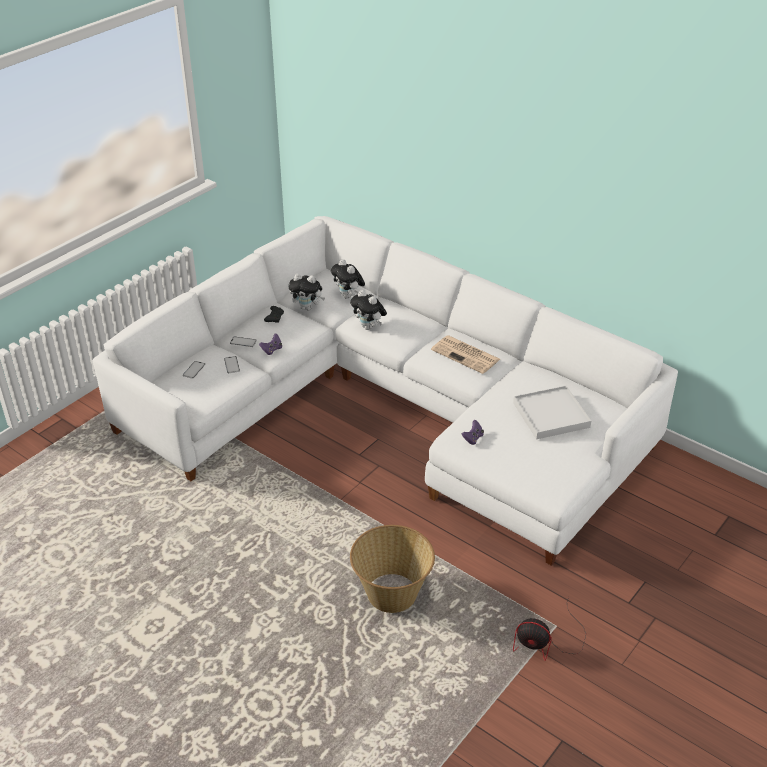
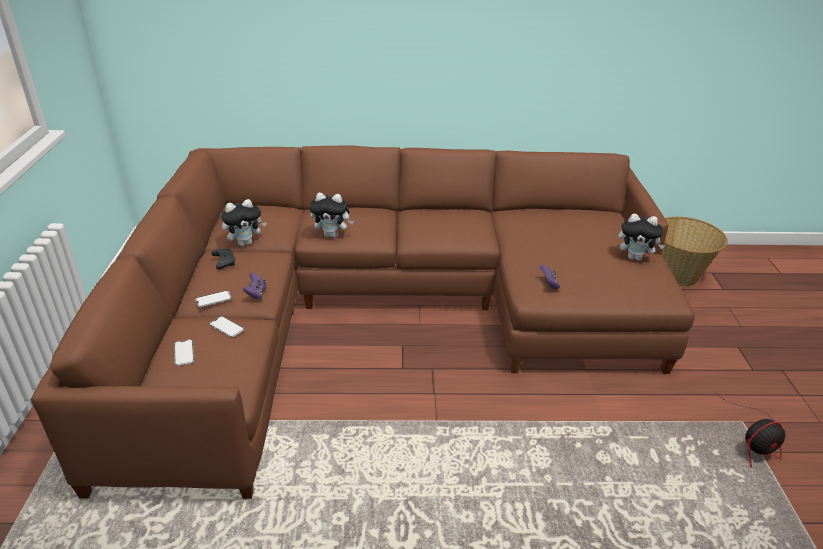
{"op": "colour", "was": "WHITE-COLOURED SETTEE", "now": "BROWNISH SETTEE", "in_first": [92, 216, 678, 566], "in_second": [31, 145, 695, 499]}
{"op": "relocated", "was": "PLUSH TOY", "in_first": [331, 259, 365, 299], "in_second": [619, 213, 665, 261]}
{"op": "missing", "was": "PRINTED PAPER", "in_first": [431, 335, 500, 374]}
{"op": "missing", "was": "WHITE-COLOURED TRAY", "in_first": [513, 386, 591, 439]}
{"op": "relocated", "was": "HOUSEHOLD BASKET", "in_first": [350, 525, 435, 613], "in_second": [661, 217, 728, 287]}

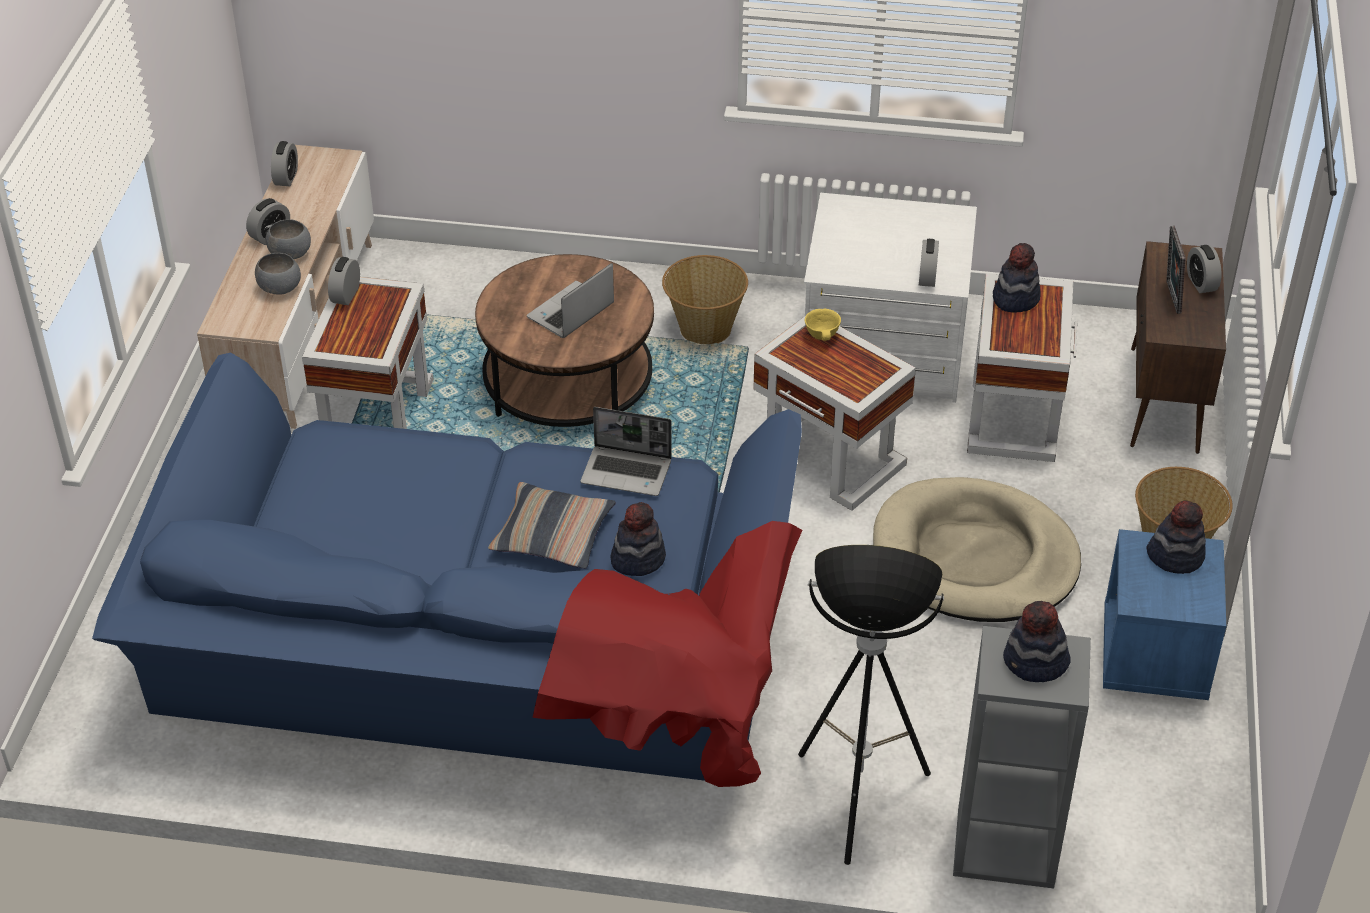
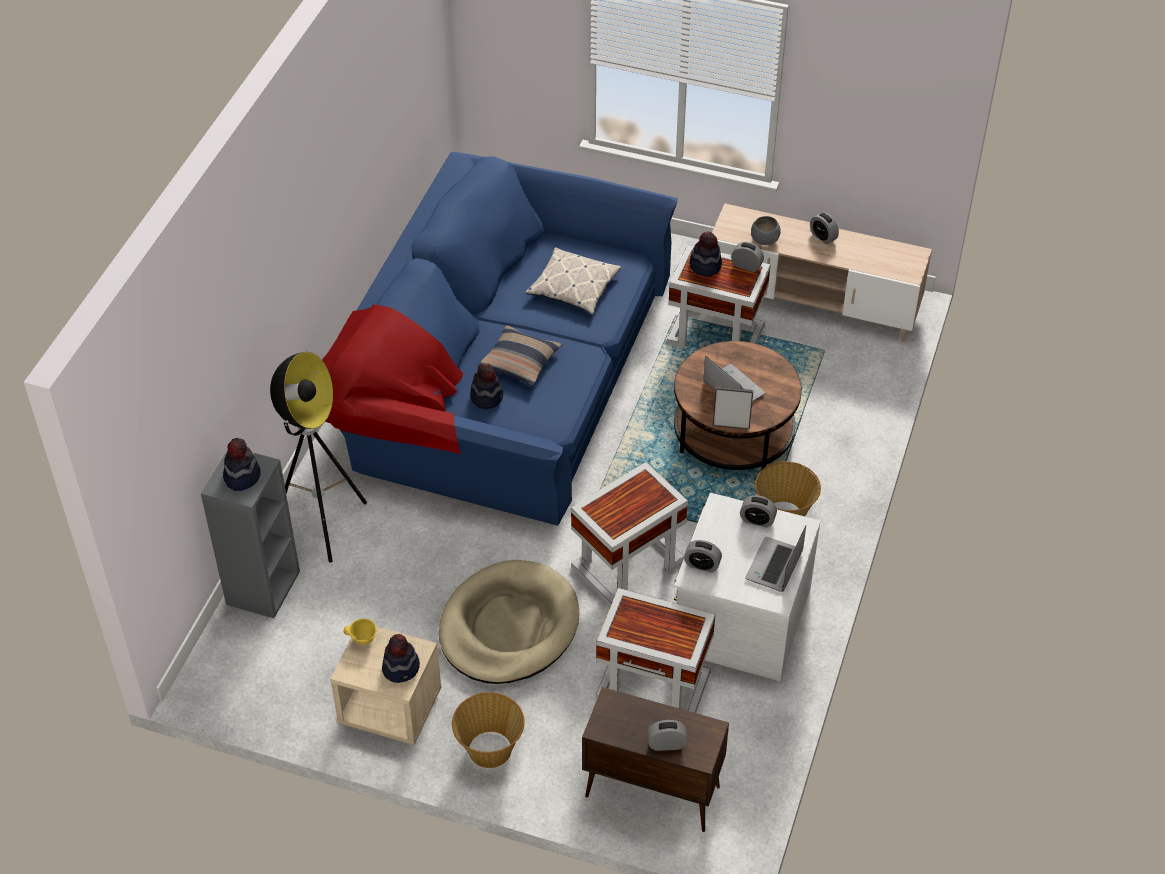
{"op": "relocated", "was": "TABLE CLOCK", "in_first": [271, 141, 298, 186], "in_second": [740, 495, 777, 528]}
{"op": "missing", "was": "GRAY BOWL", "in_first": [266, 219, 311, 259]}
{"op": "relocated", "was": "PICTURE FRAME", "in_first": [1166, 226, 1185, 314], "in_second": [713, 386, 753, 429]}
{"op": "relocated", "was": "CLOTHING HAT", "in_first": [993, 243, 1041, 313], "in_second": [690, 232, 722, 276]}
{"op": "relocated", "was": "YELLOW-COLOURED BOWL", "in_first": [805, 309, 841, 341], "in_second": [344, 618, 377, 645]}
{"op": "relocated", "was": "LAPTOP", "in_first": [580, 407, 672, 496], "in_second": [745, 525, 806, 592]}
{"op": "colour", "was": "BLUE-COLOURED NIGHT TABLE", "now": "BEIGE NIGHT TABLE", "in_first": [1103, 529, 1226, 700], "in_second": [330, 626, 441, 745]}
{"op": "appeared", "now": "PILLOW", "in_second": [525, 247, 622, 315]}

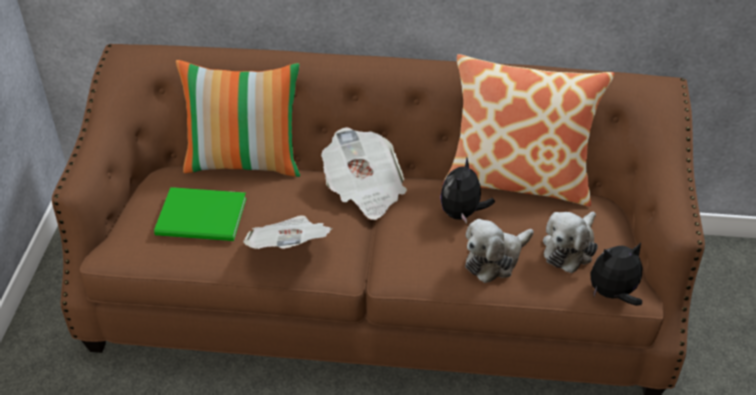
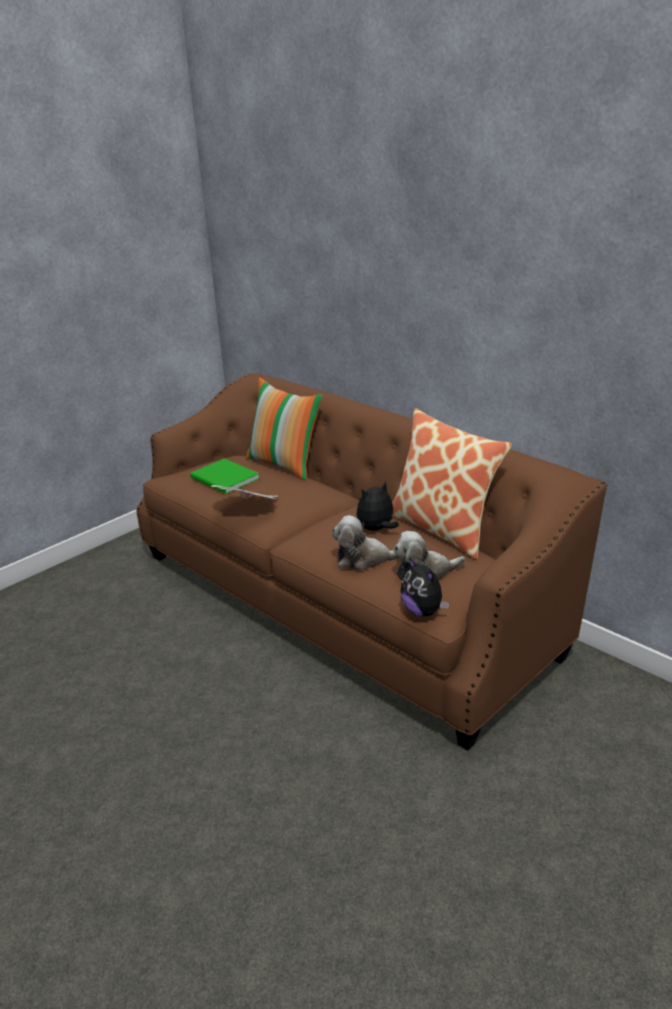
{"op": "missing", "was": "PRINTED PAPER", "in_first": [321, 127, 407, 220]}
{"op": "spun", "was": "PLUSH TOY", "in_first": [590, 243, 643, 306], "in_second": [400, 557, 450, 616], "clockwise": -150}

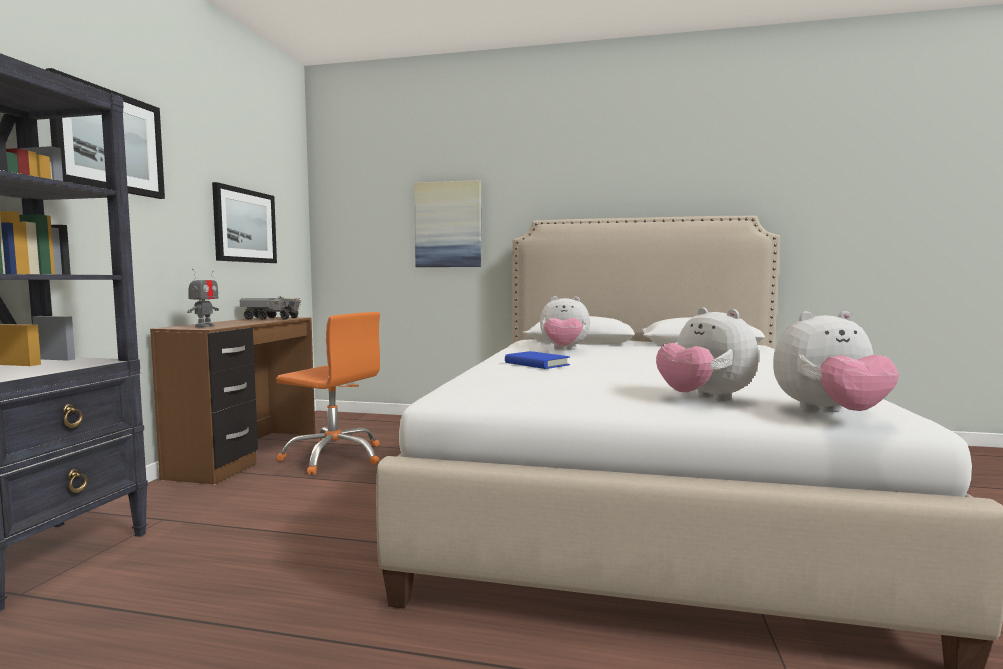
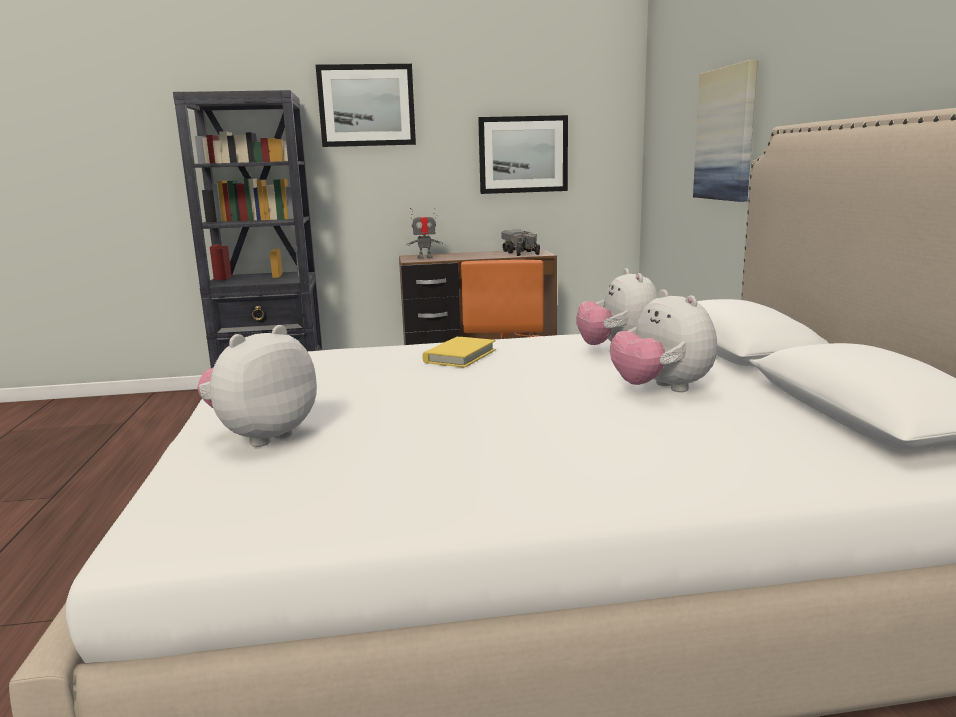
{"op": "relocated", "was": "PLUSH TOY", "in_first": [773, 311, 899, 413], "in_second": [610, 289, 717, 392]}
{"op": "colour", "was": "BLUE-COLOURED BOOK", "now": "YELLOW-COLOURED BOOK", "in_first": [505, 351, 570, 369], "in_second": [422, 337, 496, 368]}

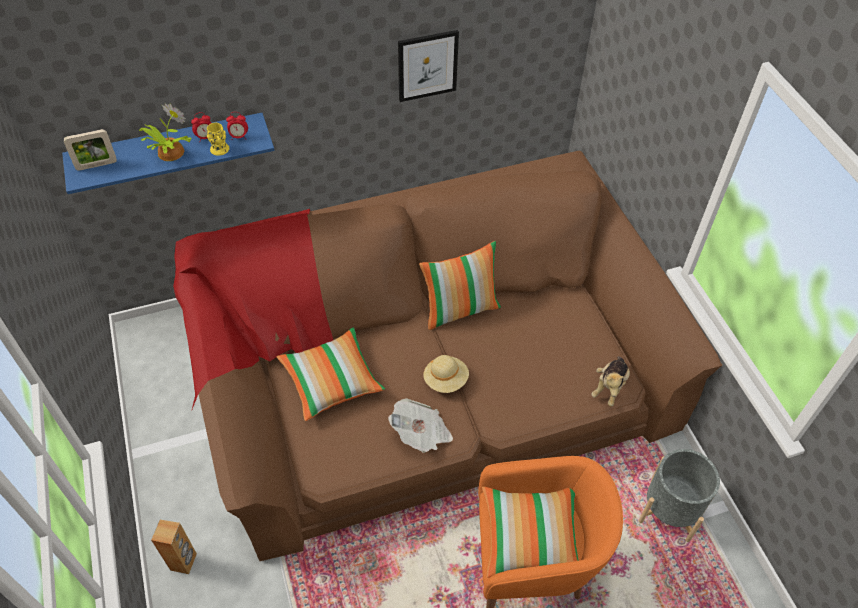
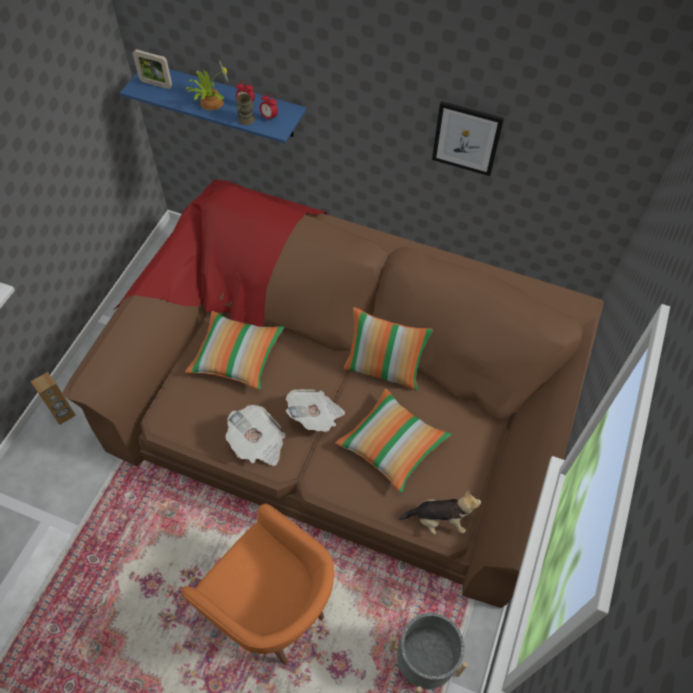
{"op": "colour", "was": "YELLOW-COLOURED MUG", "now": "BROWNISH MUG", "in_first": [207, 123, 229, 156], "in_second": [236, 94, 255, 125]}
{"op": "exchanged", "was": "BEIGE CLOTHING HAT", "now": "PRINTED PAPER", "in_first": [423, 355, 469, 393], "in_second": [286, 389, 345, 432]}
{"op": "spun", "was": "PLUSH TOY", "in_first": [591, 356, 630, 407], "in_second": [399, 490, 481, 534], "clockwise": -150}
{"op": "relocated", "was": "PILLOW", "in_first": [482, 487, 578, 578], "in_second": [335, 388, 451, 493]}

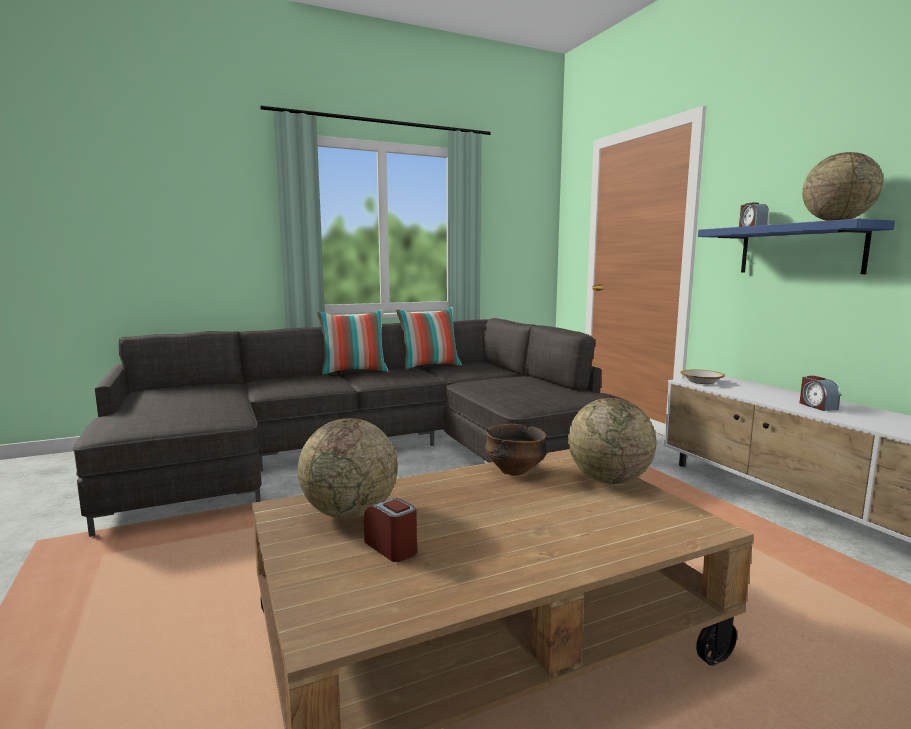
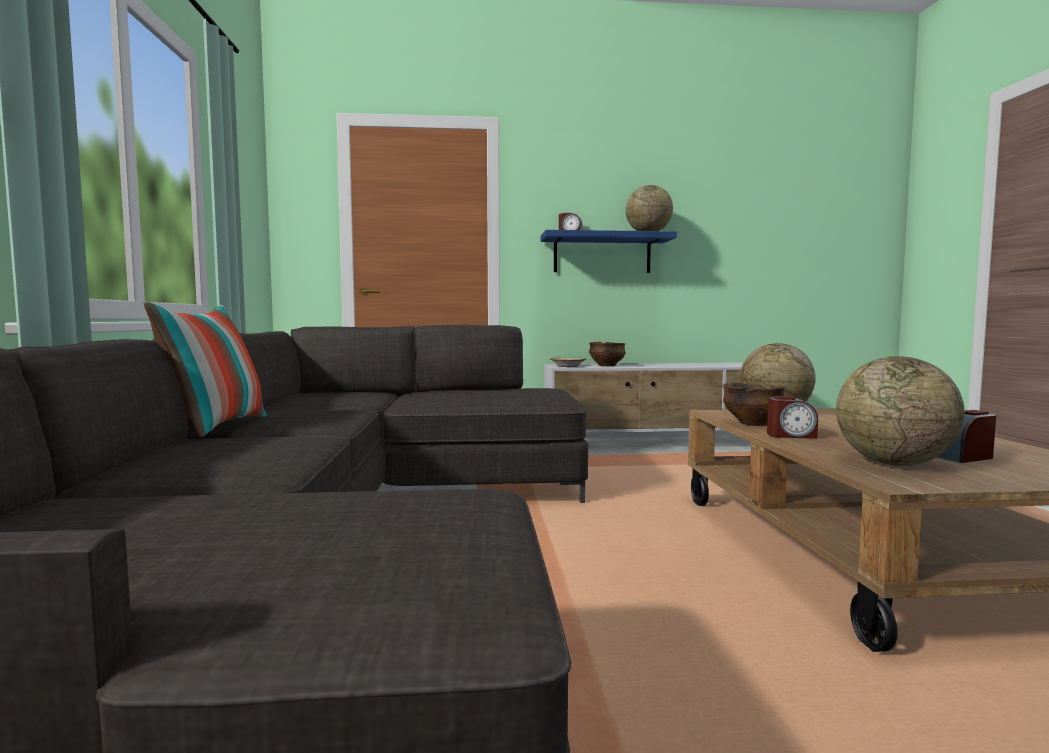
{"op": "missing", "was": "PILLOW", "in_first": [396, 307, 462, 370]}
{"op": "relocated", "was": "TABLE CLOCK", "in_first": [800, 376, 840, 411], "in_second": [767, 396, 818, 439]}
{"op": "appeared", "now": "BOWL", "in_second": [589, 342, 626, 366]}

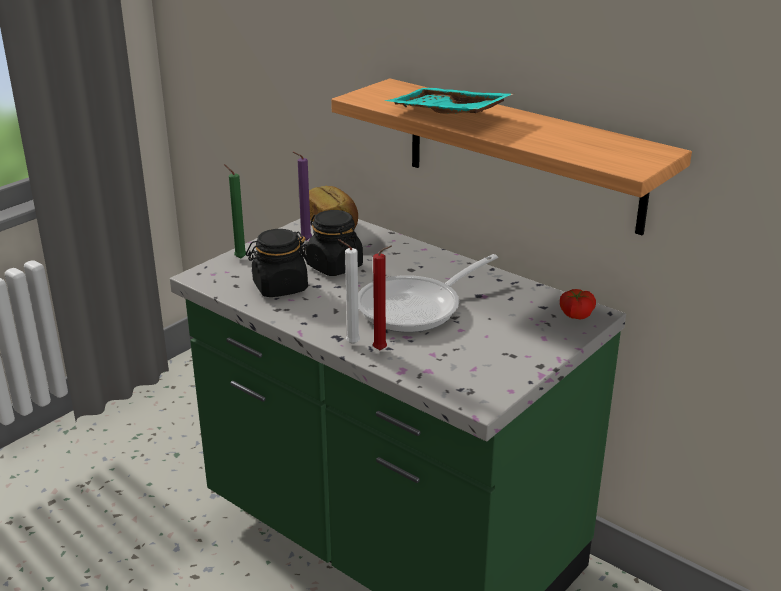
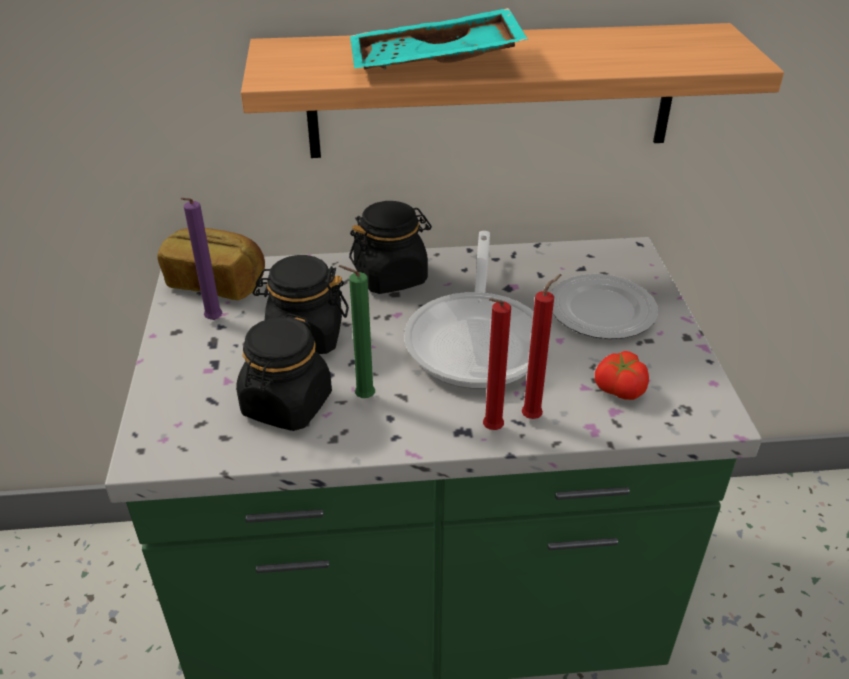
{"op": "relocated", "was": "GREENISH WAX LIGHT", "in_first": [224, 164, 246, 259], "in_second": [339, 265, 375, 398]}
{"op": "colour", "was": "WHITE-COLOURED WAX LIGHT", "now": "REDDISH WAX LIGHT", "in_first": [338, 239, 360, 344], "in_second": [483, 298, 511, 430]}
{"op": "relocated", "was": "TOMATO", "in_first": [560, 289, 596, 319], "in_second": [595, 351, 649, 400]}
{"op": "appeared", "now": "BLACKISH PRESERVE JAR", "in_second": [349, 201, 432, 294]}
{"op": "appeared", "now": "PLATE", "in_second": [551, 274, 658, 339]}

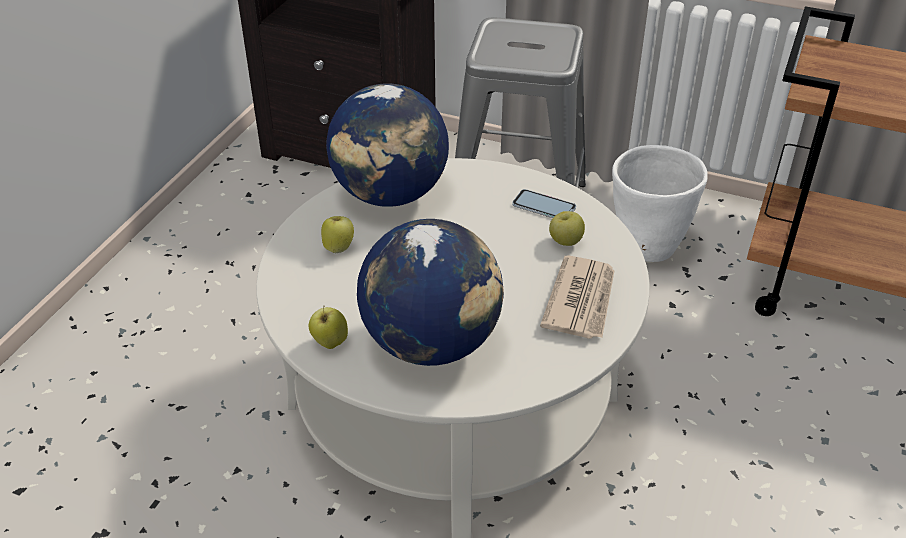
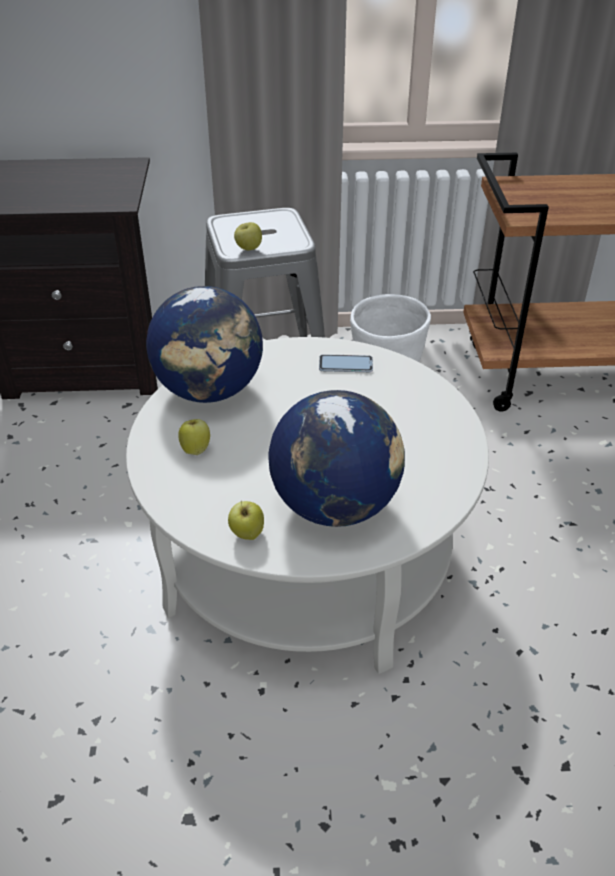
{"op": "relocated", "was": "APPLE FRUIT", "in_first": [549, 211, 585, 246], "in_second": [234, 222, 262, 250]}
{"op": "missing", "was": "PRINTED PAPER", "in_first": [540, 256, 614, 339]}

